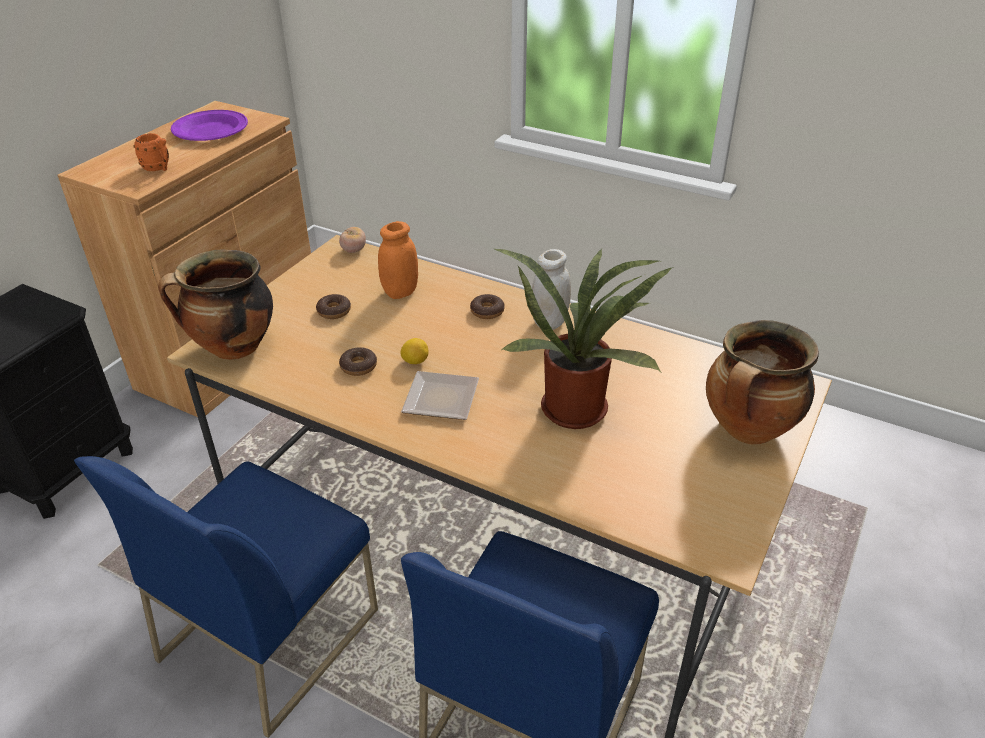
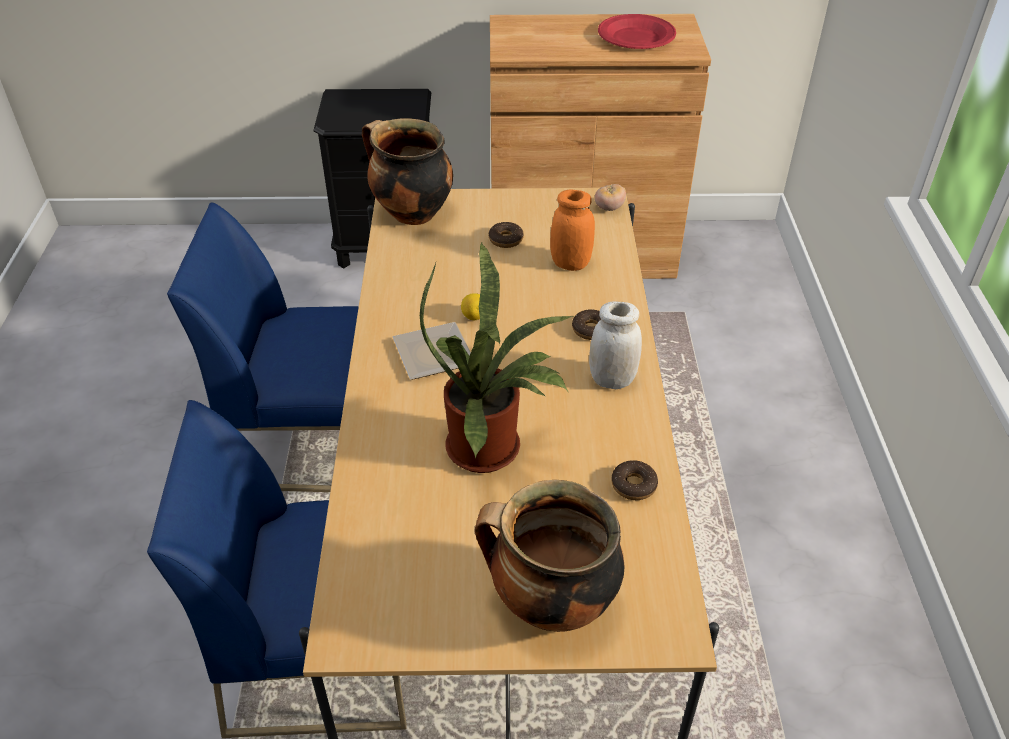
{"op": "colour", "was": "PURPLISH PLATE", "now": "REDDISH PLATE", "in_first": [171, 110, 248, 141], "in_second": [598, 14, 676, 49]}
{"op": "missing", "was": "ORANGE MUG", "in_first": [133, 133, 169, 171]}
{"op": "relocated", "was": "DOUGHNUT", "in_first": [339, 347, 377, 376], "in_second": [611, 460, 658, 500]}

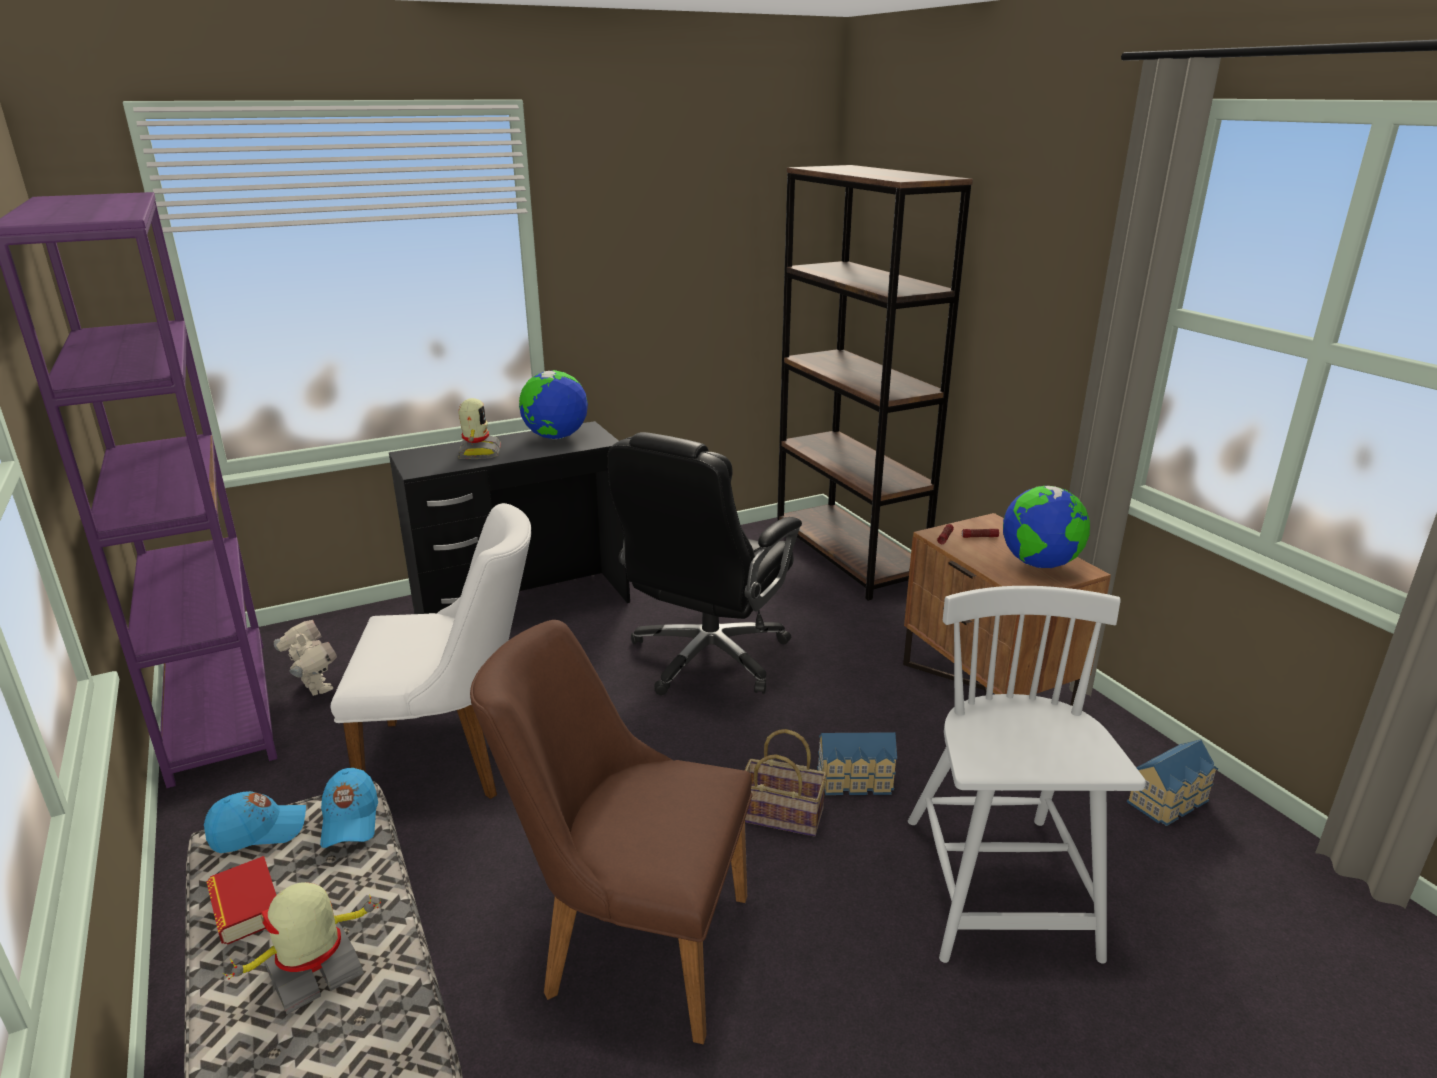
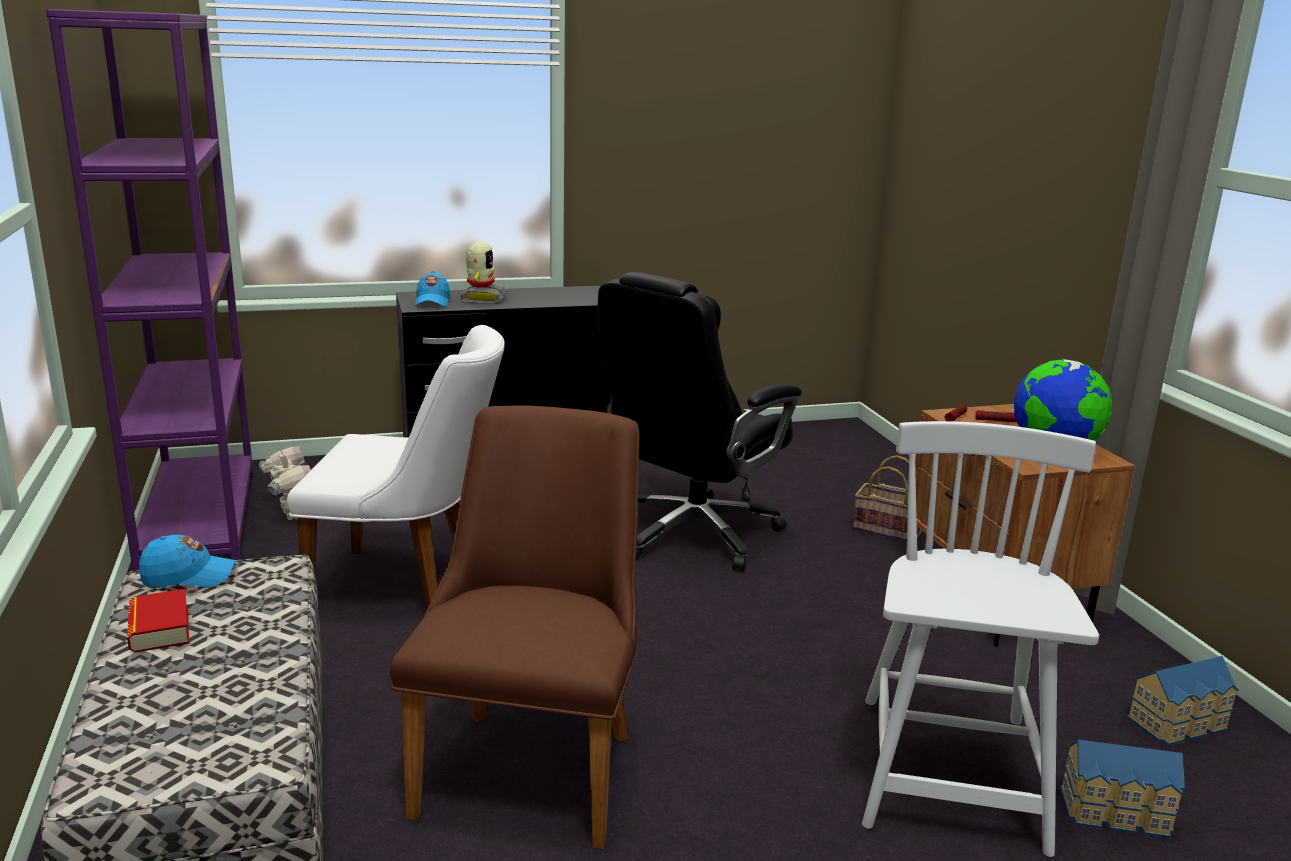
{"op": "missing", "was": "BROWNISH BOOKCASE", "in_first": [777, 165, 973, 601]}
{"op": "missing", "was": "WORLD GLOBE", "in_first": [519, 370, 588, 439]}
{"op": "spun", "was": "BROWNISH CHAIR", "in_first": [470, 620, 753, 1045], "in_second": [390, 405, 639, 850], "clockwise": 75}
{"op": "relocated", "was": "HOUSEHOLD BASKET", "in_first": [745, 729, 827, 837], "in_second": [853, 455, 923, 542]}
{"op": "relocated", "was": "TOY HOUSE", "in_first": [817, 732, 897, 795], "in_second": [1060, 739, 1185, 839]}
{"op": "relocated", "was": "BLUE-COLOURED CAP", "in_first": [320, 768, 378, 848], "in_second": [414, 271, 450, 307]}
{"op": "missing", "was": "MODEL ROBOT", "in_first": [224, 882, 381, 1014]}

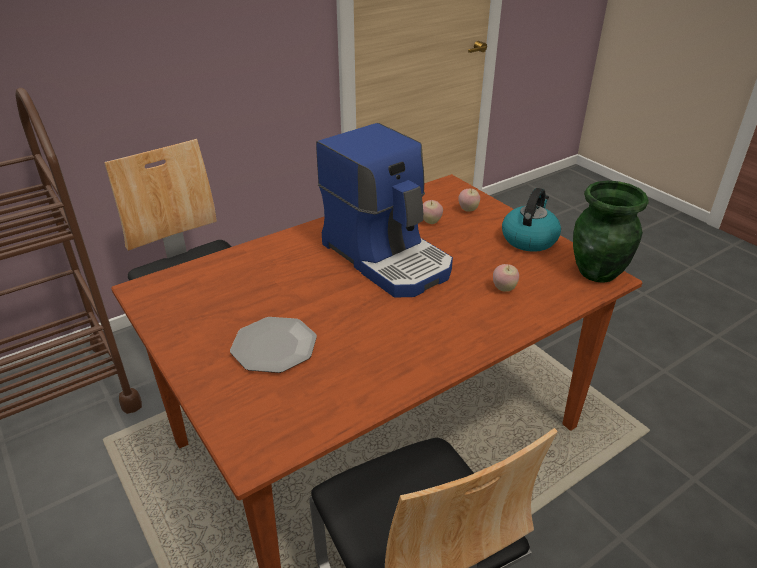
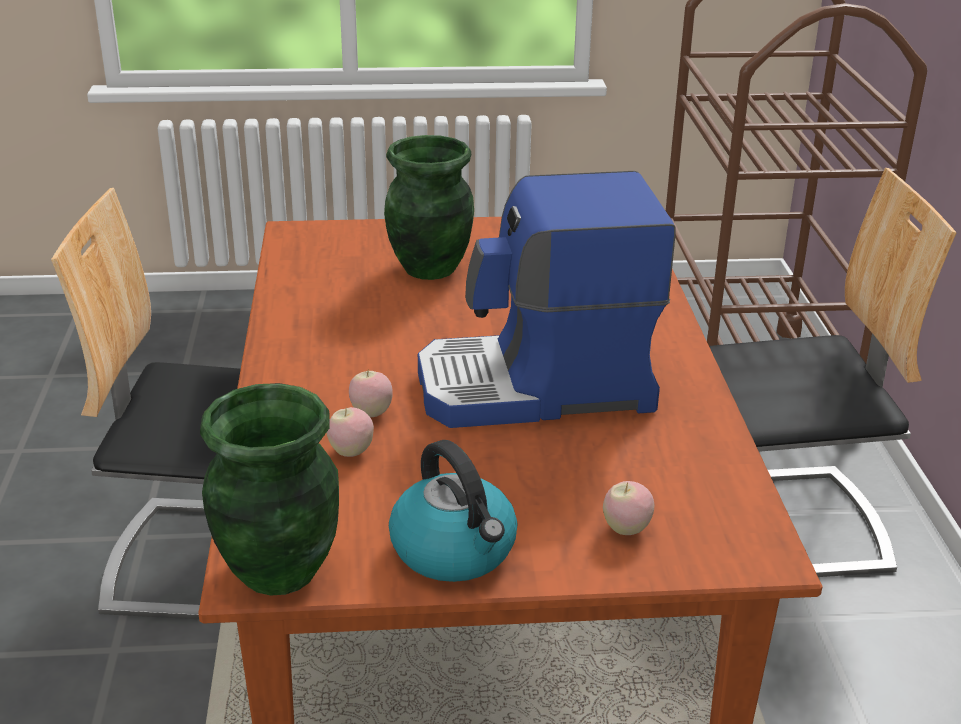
{"op": "relocated", "was": "APPLE FRUIT", "in_first": [423, 200, 443, 224], "in_second": [349, 368, 393, 417]}
{"op": "exchanged", "was": "PLATE", "now": "GREENISH FLOWER VASE", "in_first": [230, 317, 317, 373], "in_second": [384, 135, 474, 280]}

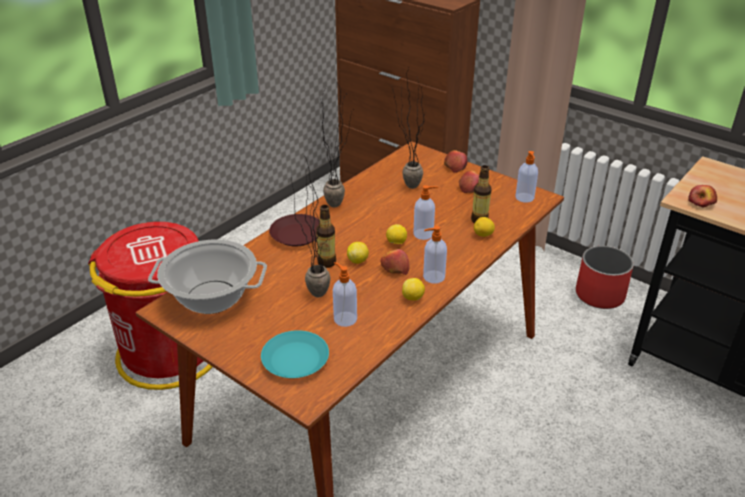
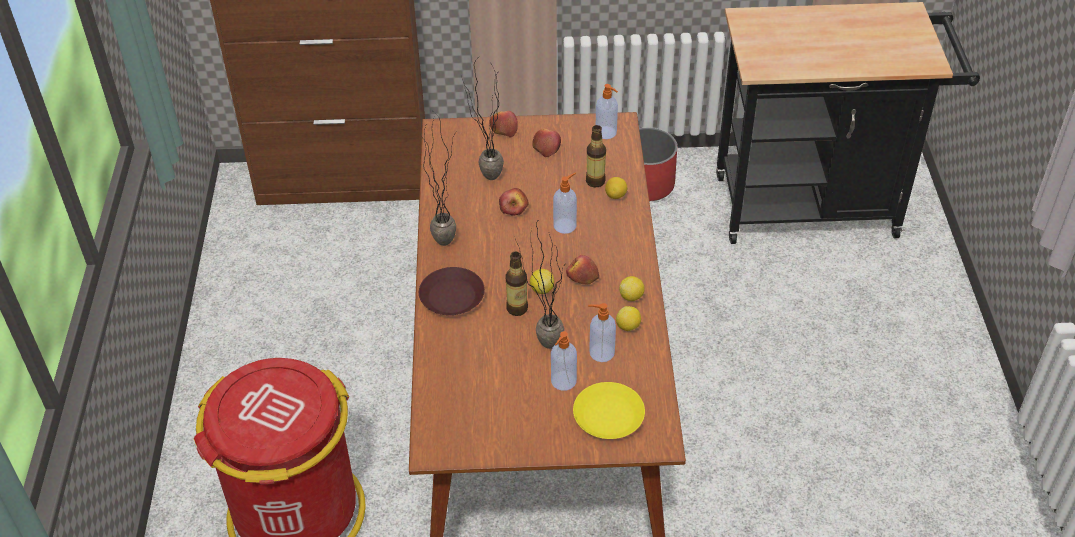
{"op": "relocated", "was": "APPLE FRUIT", "in_first": [688, 185, 717, 208], "in_second": [499, 188, 529, 215]}
{"op": "relocated", "was": "CITRUS FRUIT", "in_first": [386, 224, 407, 244], "in_second": [616, 306, 641, 332]}
{"op": "relocated", "was": "SOAP BOTTLE", "in_first": [423, 226, 447, 284], "in_second": [551, 331, 577, 391]}
{"op": "missing", "was": "SAUCEPOT", "in_first": [148, 239, 267, 314]}
{"op": "colour", "was": "BLUE-GREEN PLATE", "now": "YELLOW-COLOURED PLATE", "in_first": [261, 330, 329, 378], "in_second": [573, 382, 645, 439]}

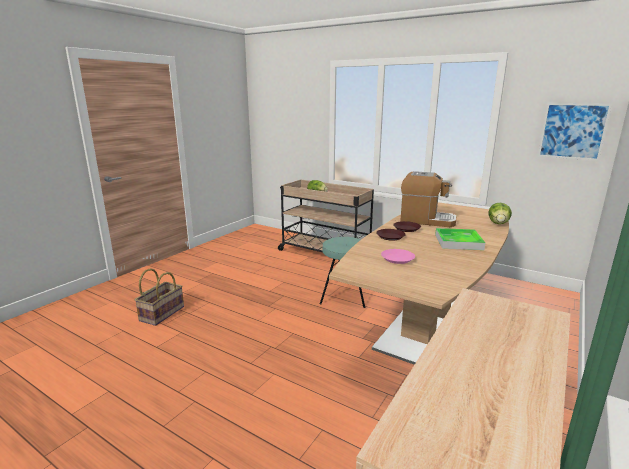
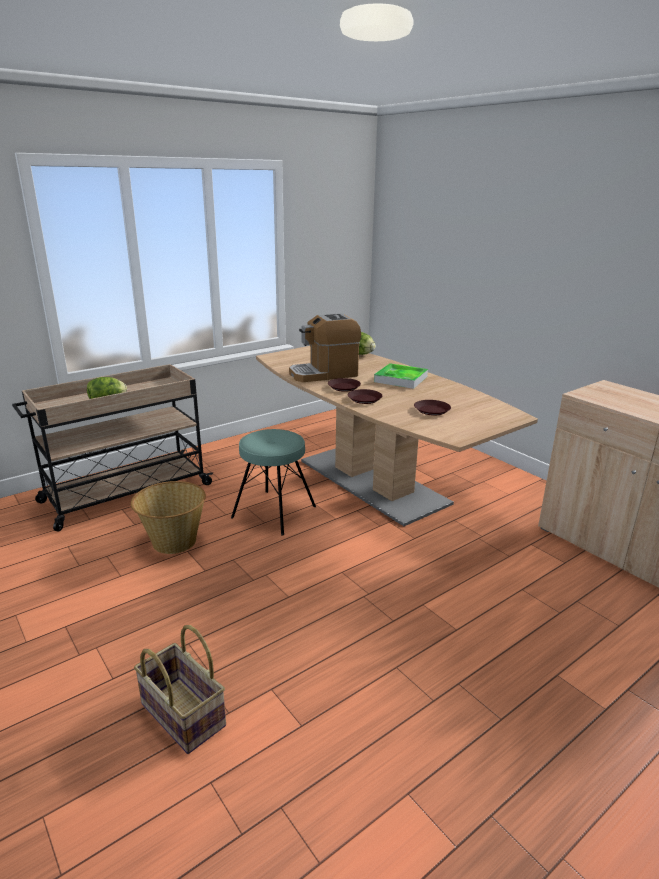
{"op": "missing", "was": "PICTURE", "in_first": [538, 103, 612, 161]}
{"op": "spun", "was": "COFFEE BREWER", "in_first": [400, 171, 456, 227], "in_second": [289, 313, 361, 382], "clockwise": -150}
{"op": "colour", "was": "PINK-COLOURED PLATE", "now": "BROWNISH PLATE", "in_first": [381, 249, 415, 264], "in_second": [414, 400, 451, 416]}
{"op": "appeared", "now": "HOUSEHOLD BASKET", "in_second": [131, 481, 206, 554]}

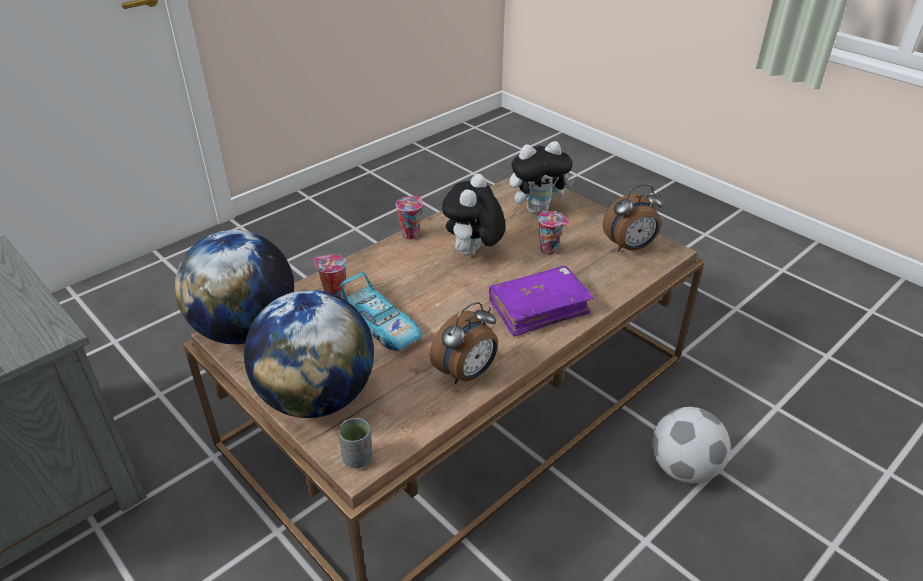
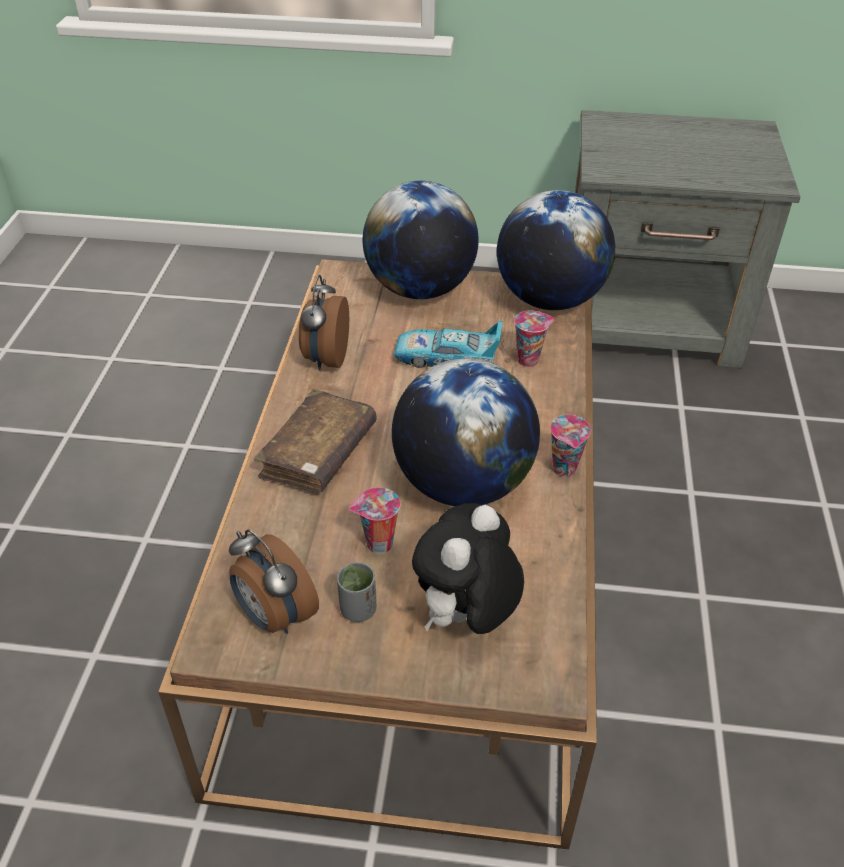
{"op": "exchanged", "was": "PLUSH TOY", "now": "WORLD GLOBE", "in_first": [442, 174, 505, 256], "in_second": [392, 359, 540, 506]}
{"op": "spun", "was": "TABLE CLOCK", "in_first": [603, 184, 663, 251], "in_second": [229, 529, 319, 634], "clockwise": -75}
{"op": "colour", "was": "PURPLISH BOOK", "now": "BROWNISH BOOK", "in_first": [489, 266, 594, 337], "in_second": [253, 389, 377, 493]}
{"op": "missing", "was": "FOOTBALL BALL", "in_first": [652, 407, 731, 483]}
{"op": "relocated", "was": "GRAY DRINKING CUP", "in_first": [338, 418, 372, 468], "in_second": [337, 562, 377, 622]}

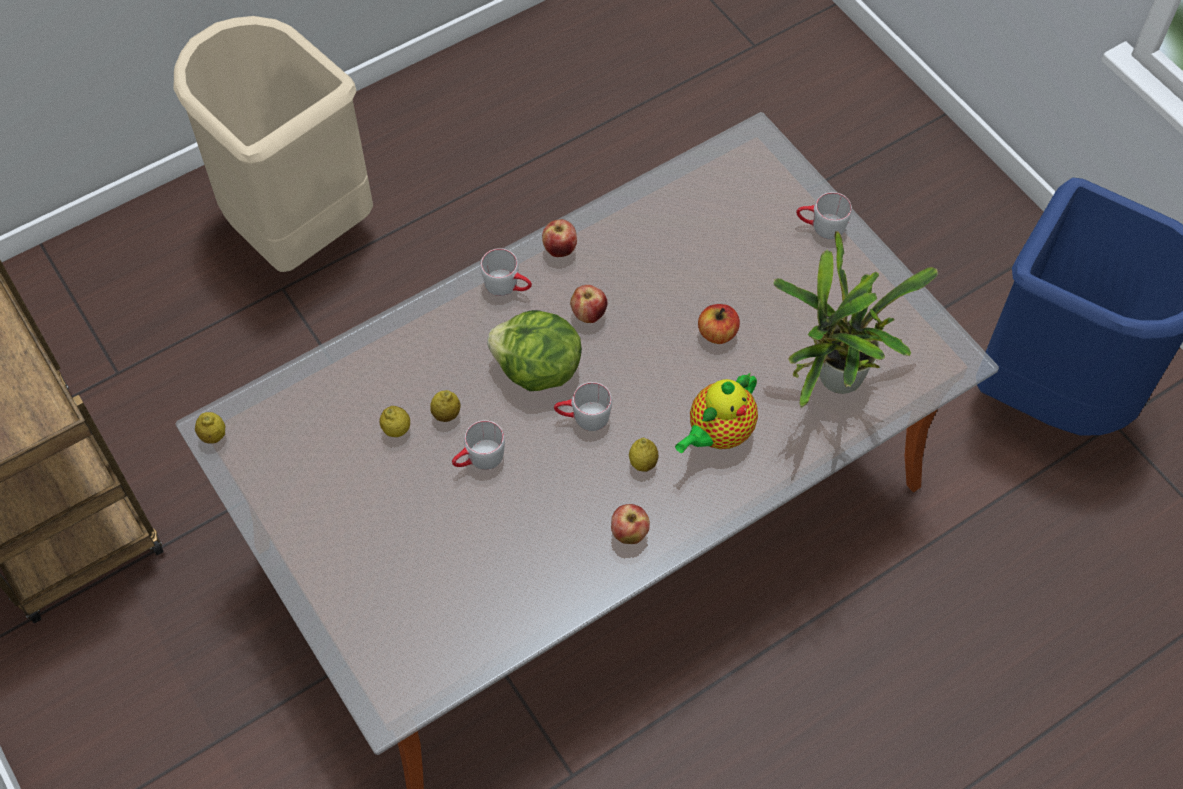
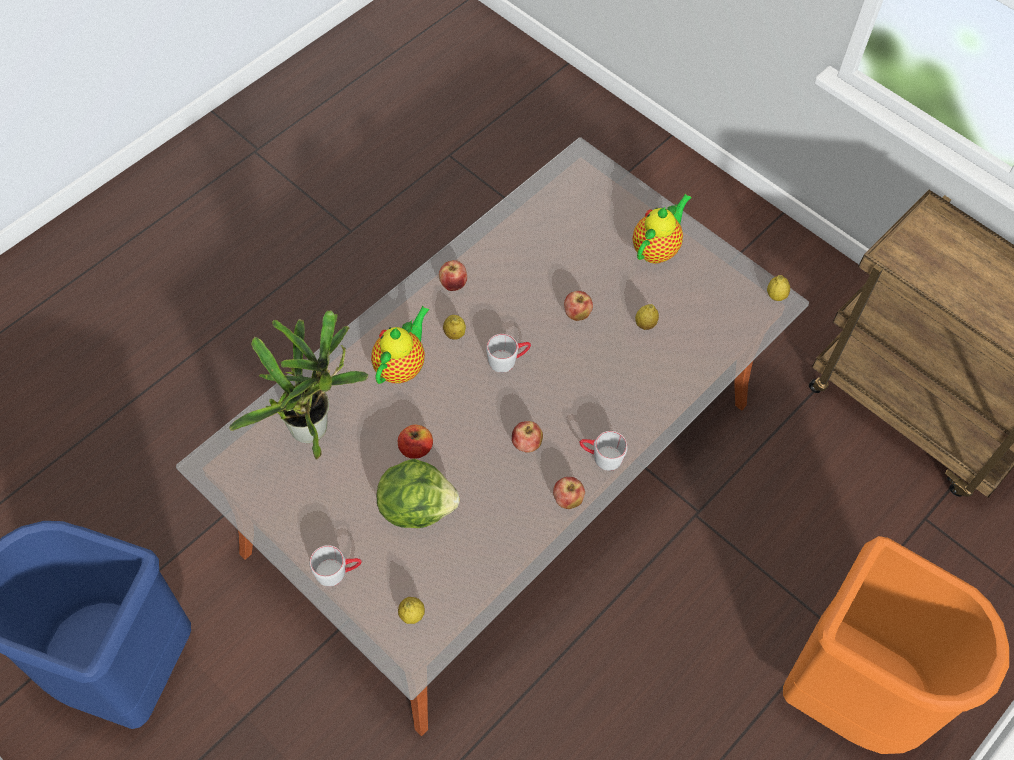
{"op": "colour", "was": "BEIGE TRASH CAN", "now": "ORANGE TRASH CAN", "in_first": [174, 16, 373, 272], "in_second": [783, 536, 1009, 754]}
{"op": "relocated", "was": "LETTUCE HEAD", "in_first": [487, 310, 582, 391], "in_second": [377, 459, 460, 528]}
{"op": "relocated", "was": "CITRUS FRUIT", "in_first": [430, 390, 460, 422], "in_second": [398, 597, 425, 624]}
{"op": "exchanged", "was": "GRAY MUG", "now": "APPLE FRUIT", "in_first": [452, 420, 505, 470], "in_second": [564, 291, 593, 321]}
{"op": "appeared", "now": "TEA POT", "in_second": [633, 194, 692, 264]}

